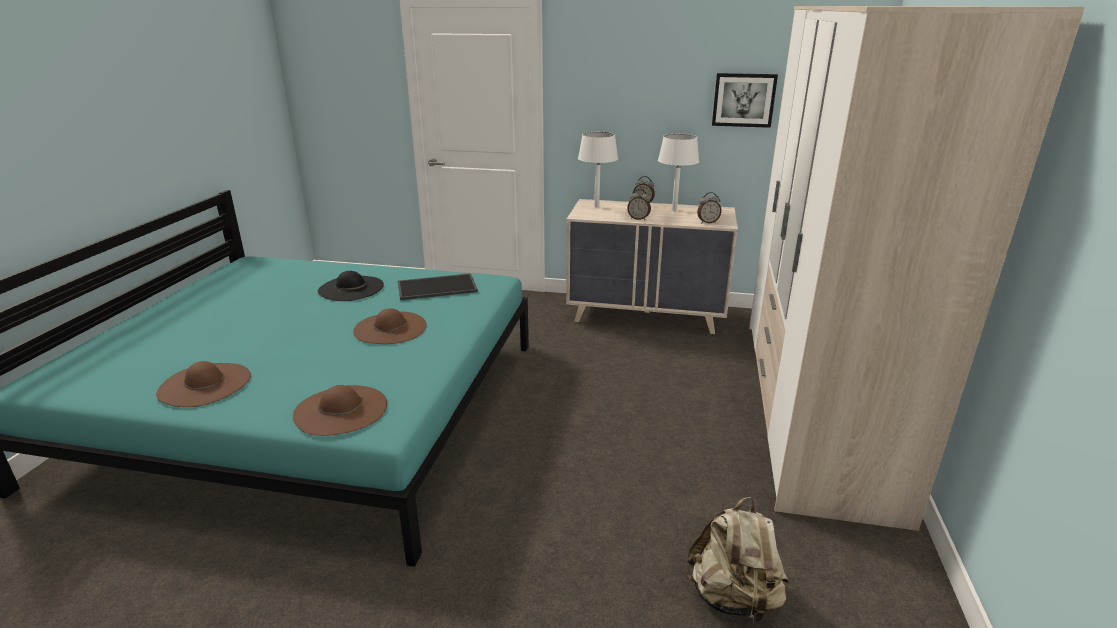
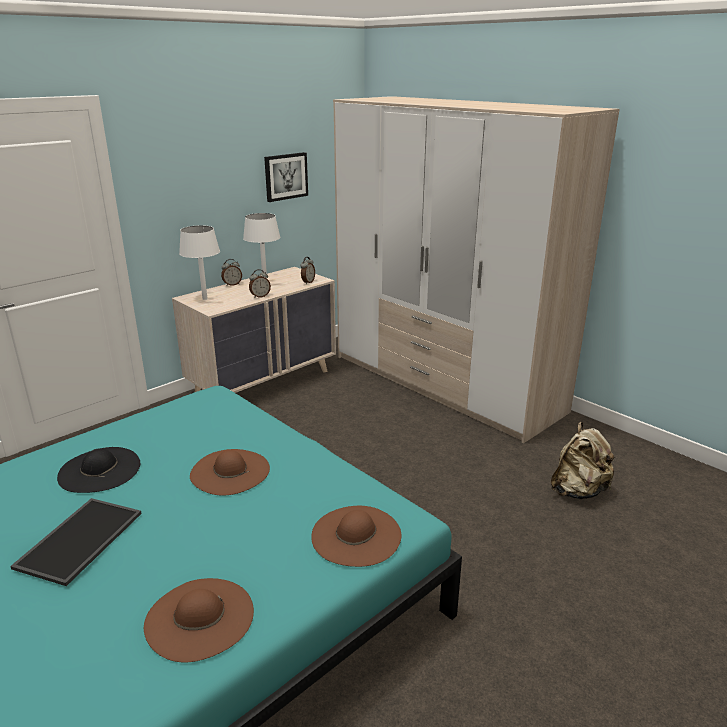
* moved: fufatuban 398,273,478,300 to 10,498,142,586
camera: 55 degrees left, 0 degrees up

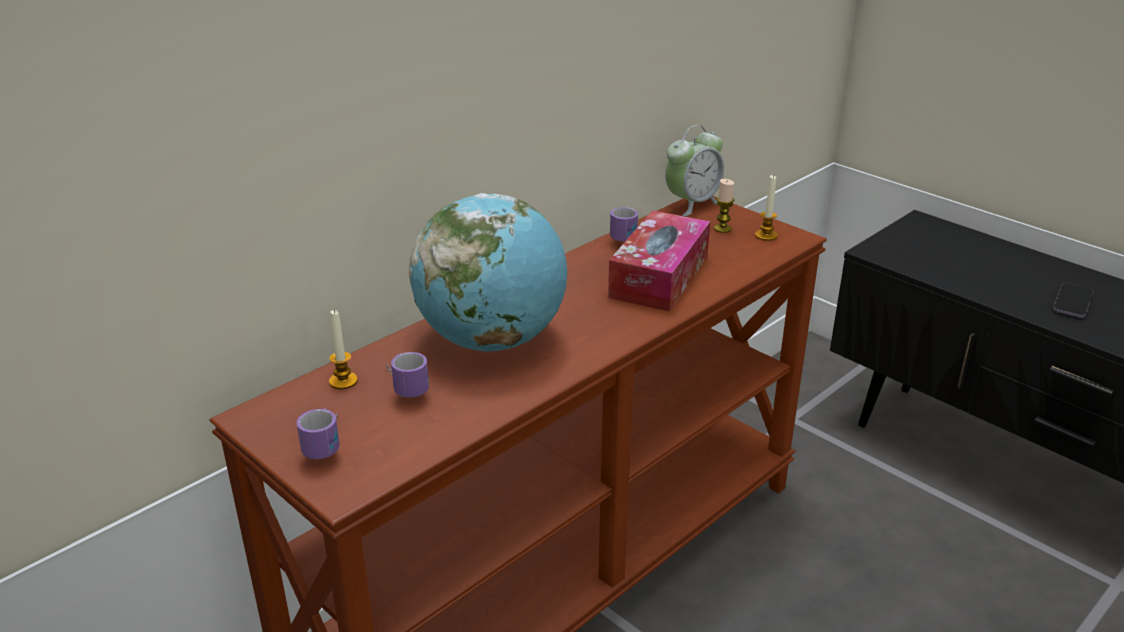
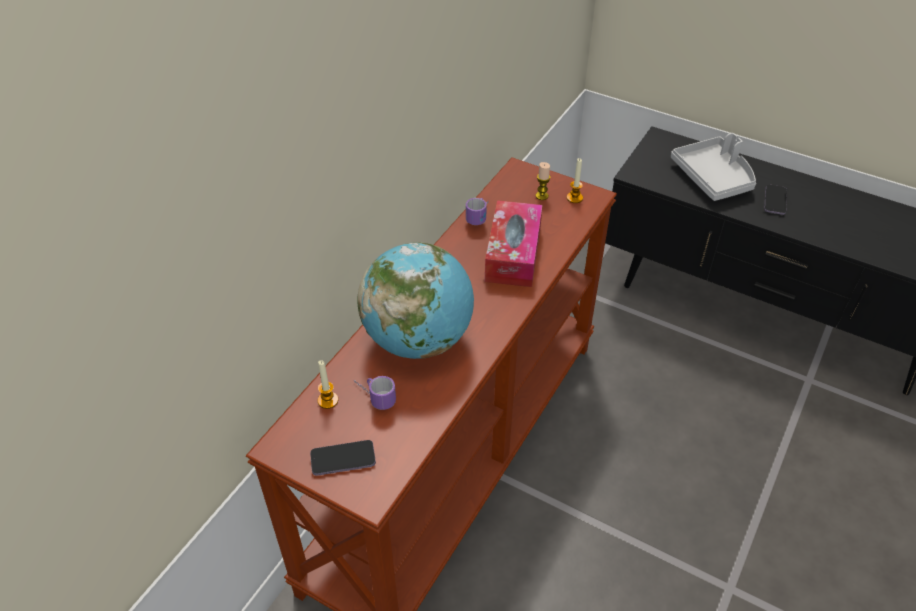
* replaced: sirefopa 296,408,340,459 to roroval 310,440,376,476
* added: fufatuban (grey) 671,133,756,201
* removed: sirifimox 665,125,724,216
camera: 15 degrees left, 15 degrees up

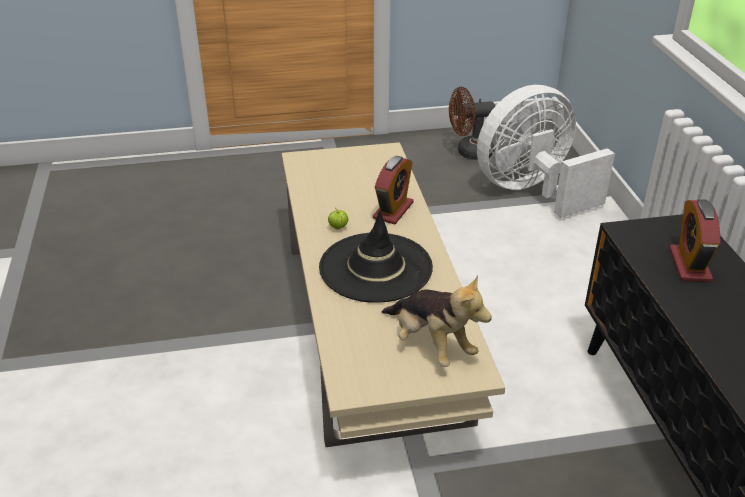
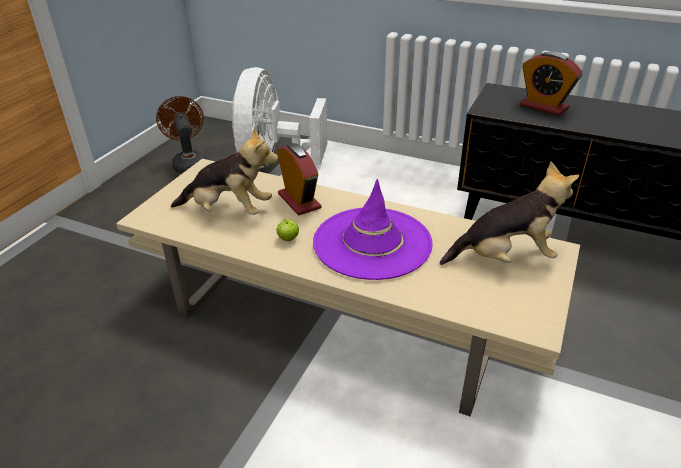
* turned: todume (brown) 449,87,495,160 = 156,96,207,173 135 degrees clockwise
* added: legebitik 171,127,279,215
* recoloured: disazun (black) 319,211,433,303 to disazun (purple) 313,179,433,280
camera: 55 degrees left, 0 degrees up

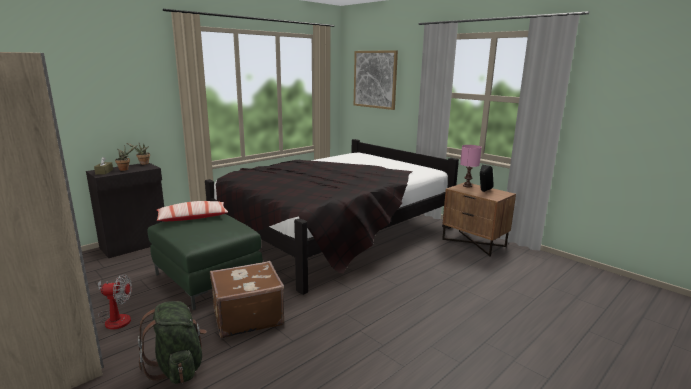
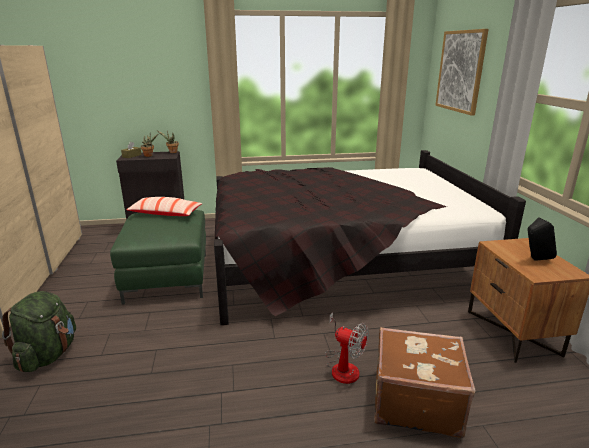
* moved: todume 98,274,132,330 to 325,312,369,384
* moved: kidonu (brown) 210,261,284,339 to 374,327,476,438
* removed: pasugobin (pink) 460,145,482,187
camera: 35 degrees right, 5 degrees up

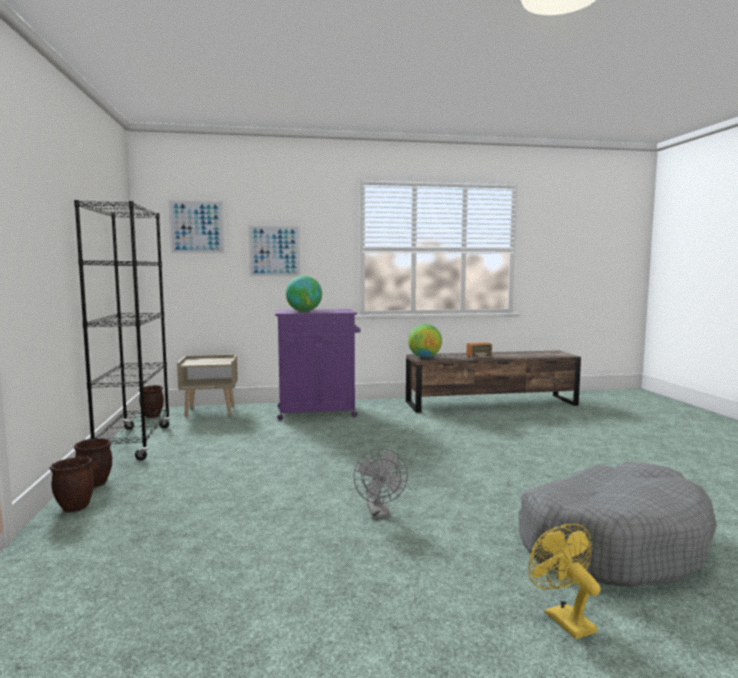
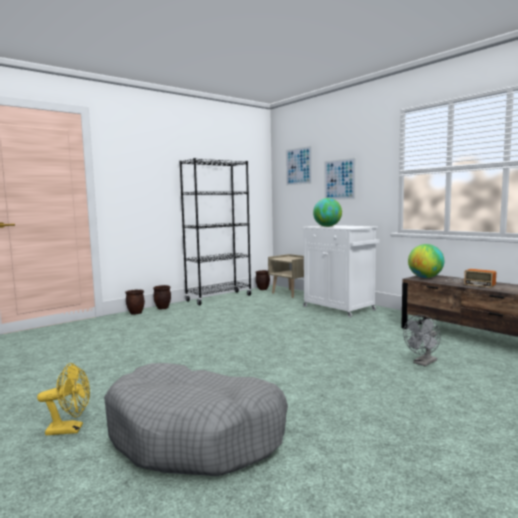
* turned: todume (yellow) 528,523,601,639 = 37,363,90,435 45 degrees clockwise
* recoloured: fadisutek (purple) 275,309,360,420 to fadisutek (white) 302,225,379,318
* moved: todume (grey) 354,448,408,519 to 403,315,441,366
camera: 60 degrees right, 0 degrees up

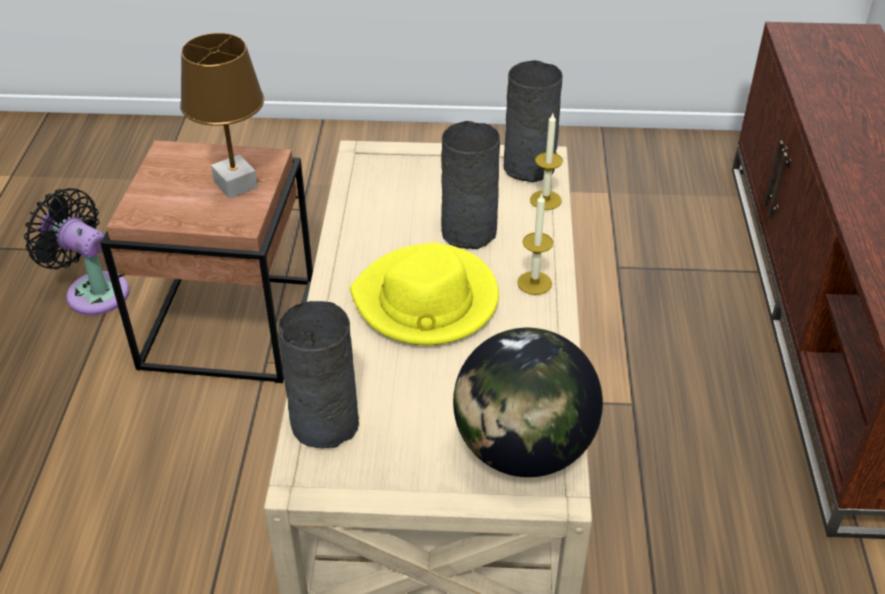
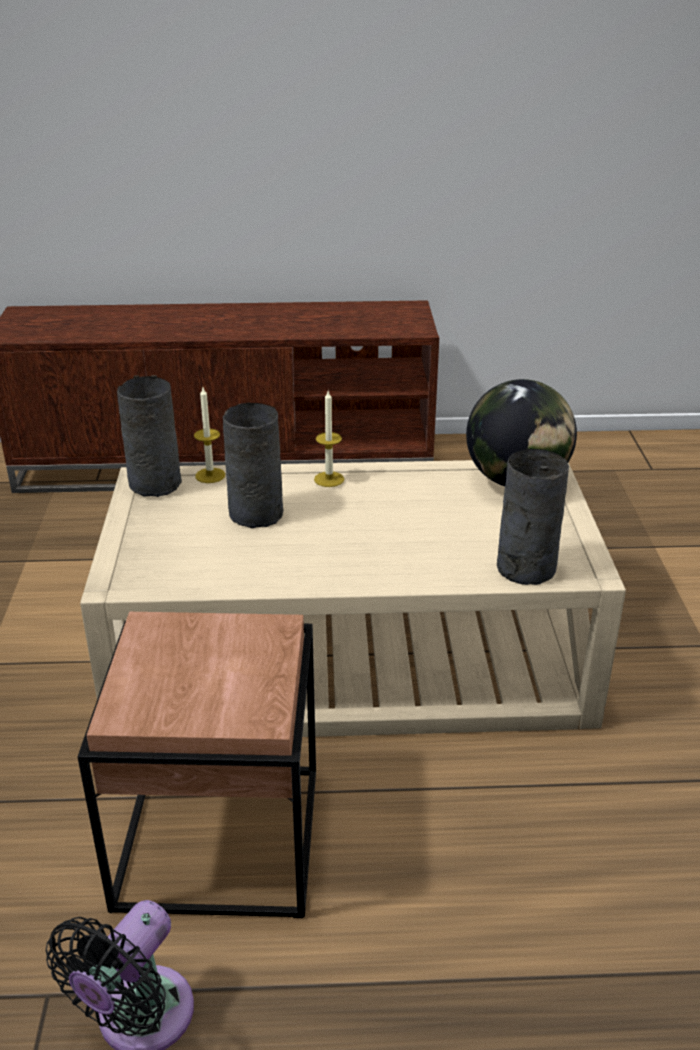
* removed: pasugobin (brown) 180,33,264,199
* removed: disazun (yellow) 350,242,499,346
camera: 95 degrees left, 10 degrees down

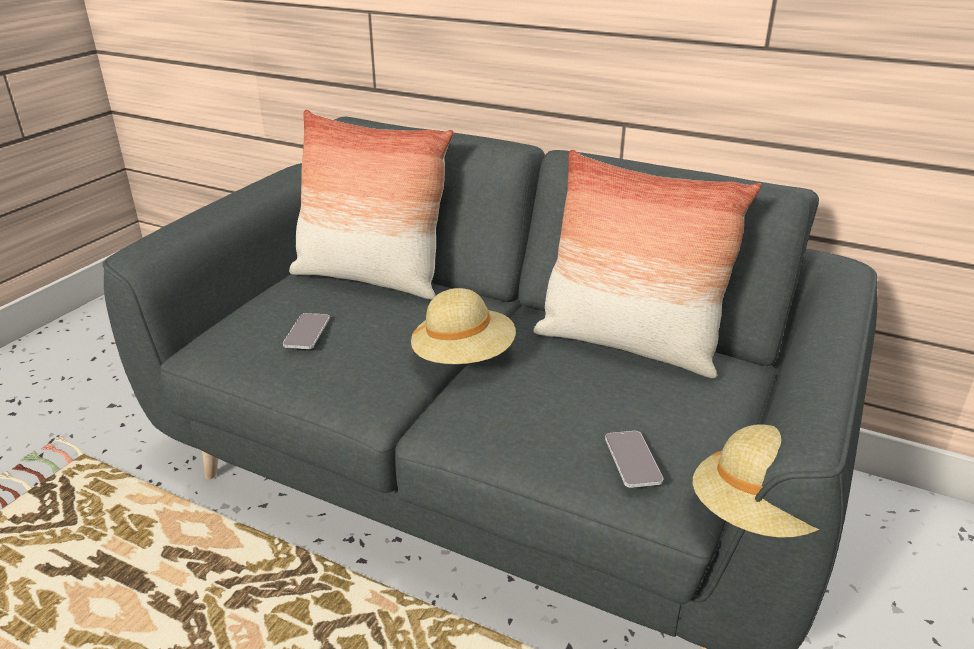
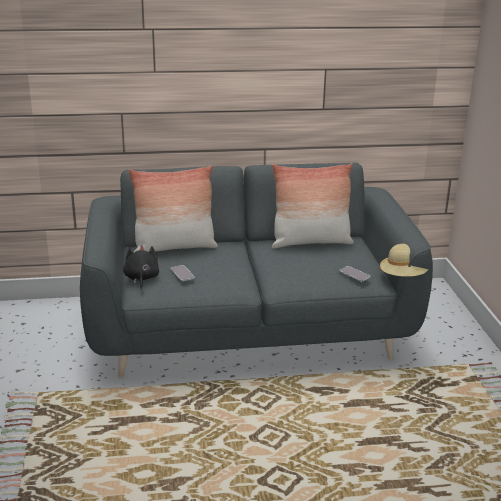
* added: legebitik (black) 123,245,159,290
* removed: disazun (beige) 411,288,516,364
camera: 35 degrees left, 5 degrees down

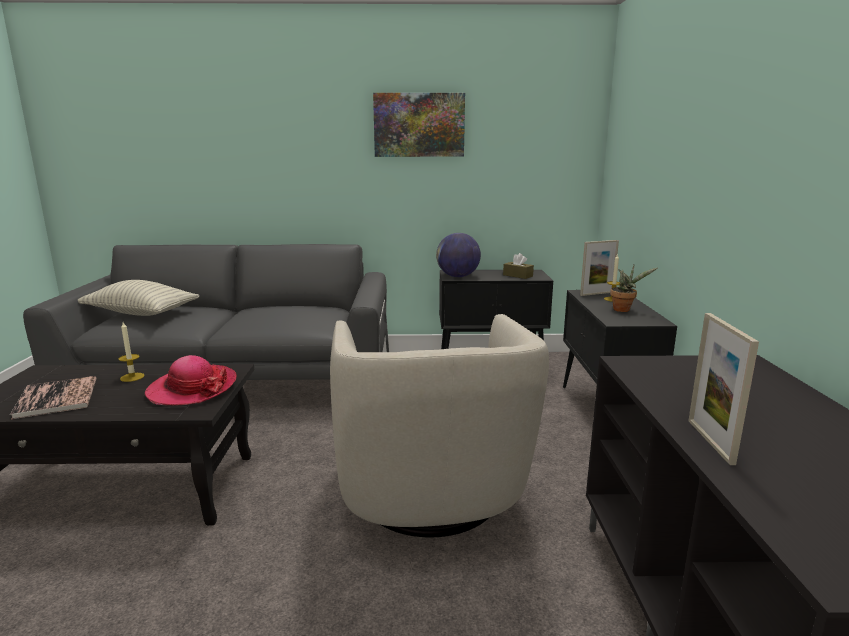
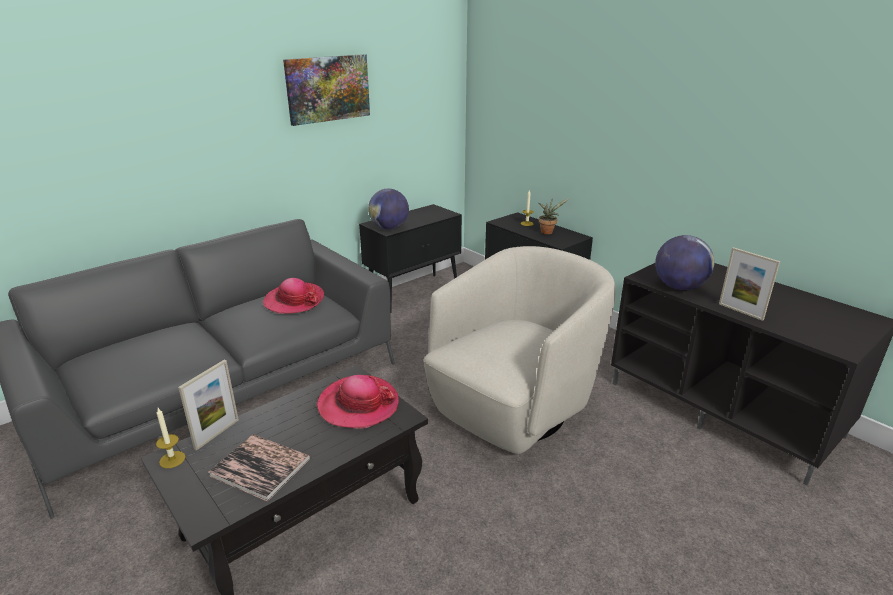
* moved: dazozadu 119,322,145,382 to 156,408,185,468
* moved: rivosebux 580,240,619,296 to 178,360,239,451
* added: disazun 263,278,324,314
* turned: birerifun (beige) 330,314,549,538 = 423,246,616,454 90 degrees counterclockwise
* added: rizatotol 655,235,714,290
* removed: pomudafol 78,280,200,316
* removed: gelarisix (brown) 503,253,534,279
camera: 40 degrees left, 10 degrees up

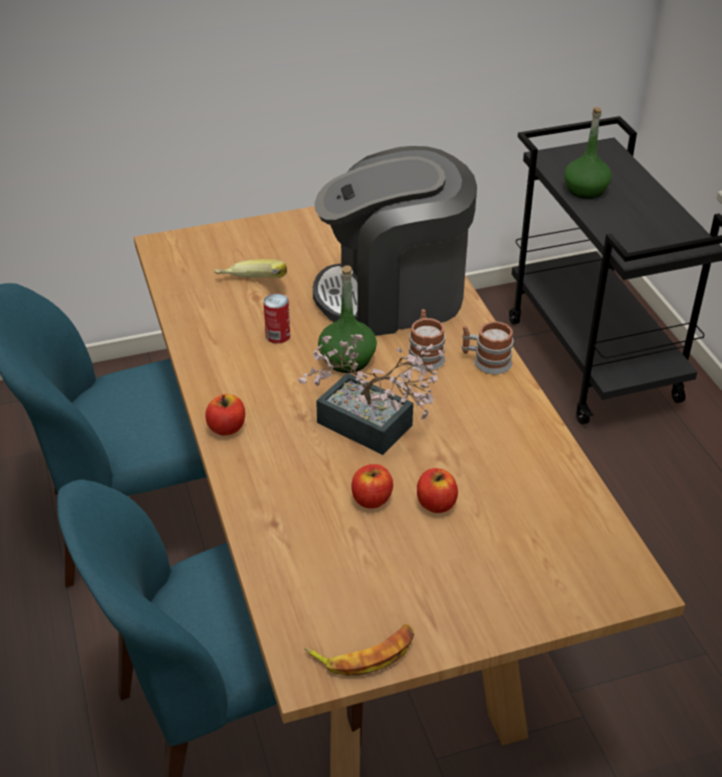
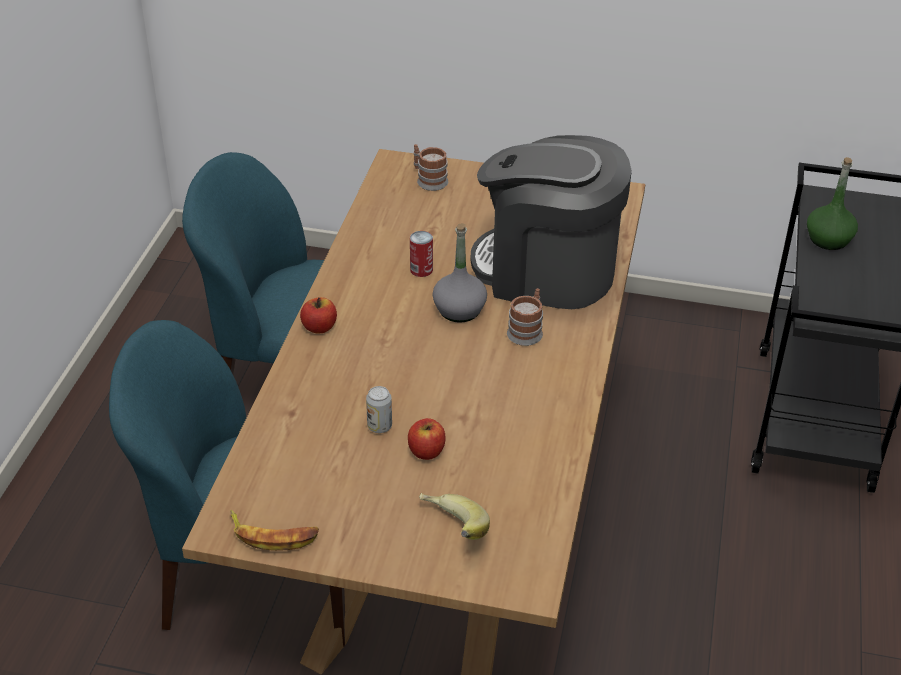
* replaced: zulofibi 352,464,393,509 to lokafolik 366,386,392,433
* moved: sirefopa 462,321,514,374 to 414,144,448,191
* moved: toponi 214,259,287,278 to 419,493,490,540
* recoloured: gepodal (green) 318,265,377,373 to gepodal (grey) 433,223,487,323
* removed: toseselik 298,334,444,455
camera: 30 degrees right, 0 degrees up

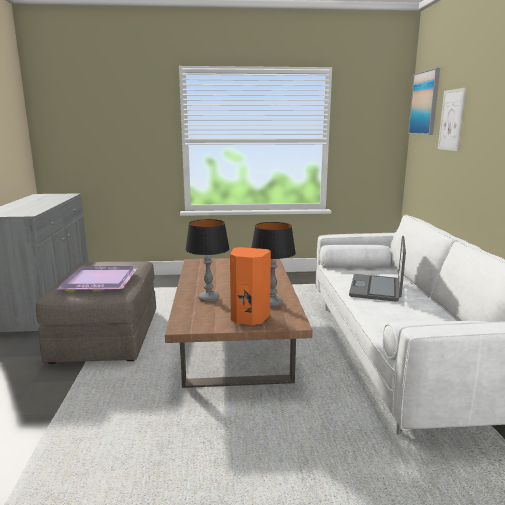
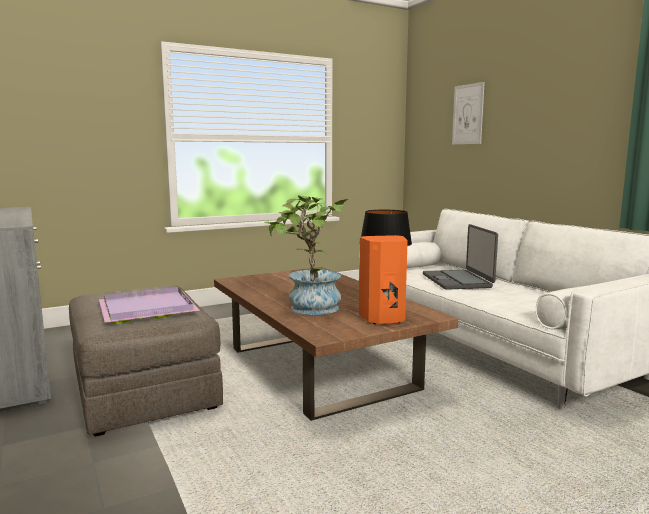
* replaced: pasugobin 185,219,230,302 to toseselik 264,195,349,315
* removed: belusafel 408,68,440,135
camera: 25 degrees left, 5 degrees down

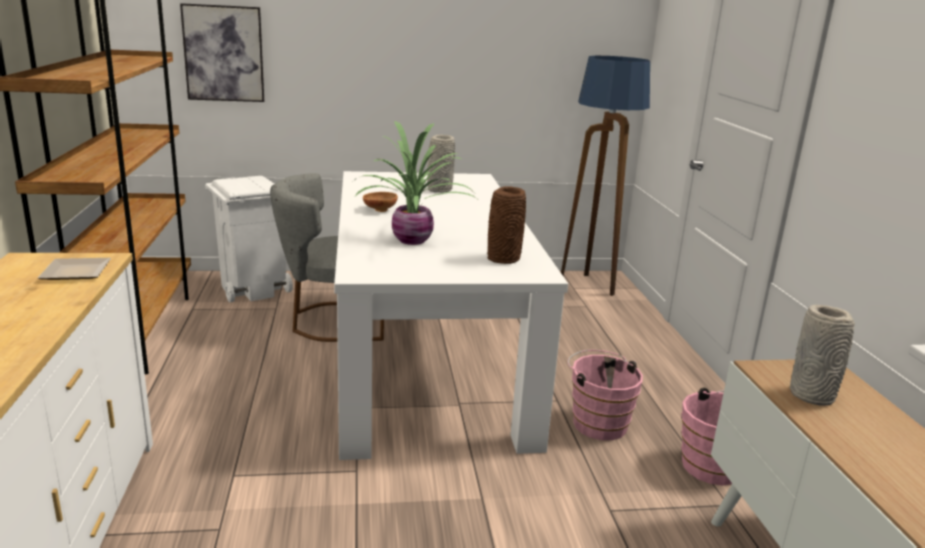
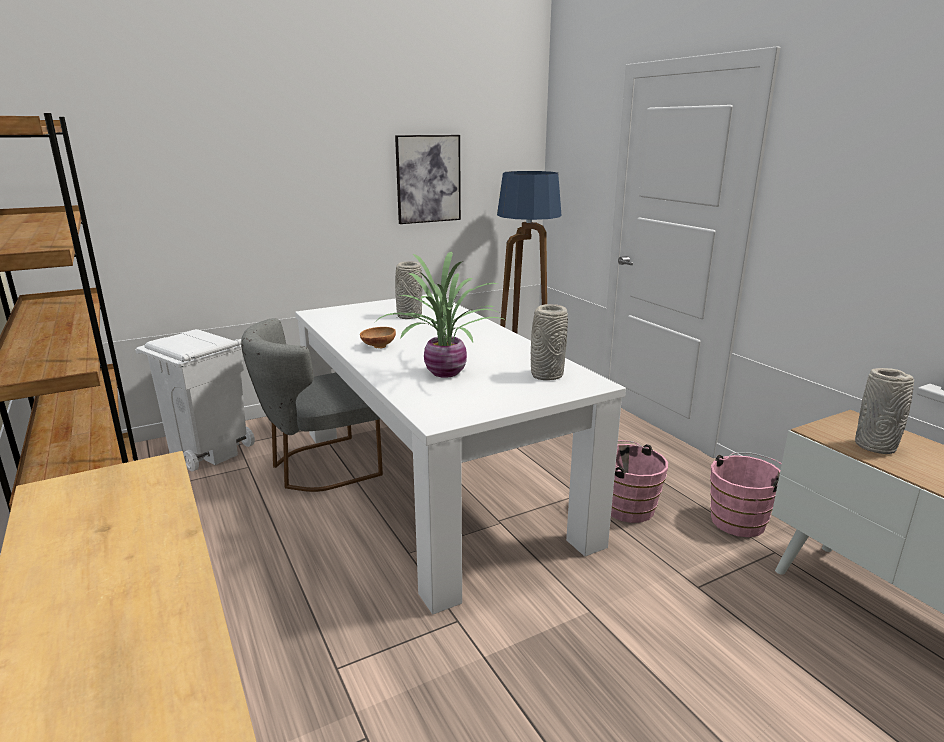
* moved: belusafel 180,3,264,102 to 395,135,461,224
* recoloured: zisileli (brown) 487,187,526,264 to zisileli (grey) 531,304,568,380
* removed: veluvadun 38,258,111,280
camera: 20 degrees left, 0 degrees up

